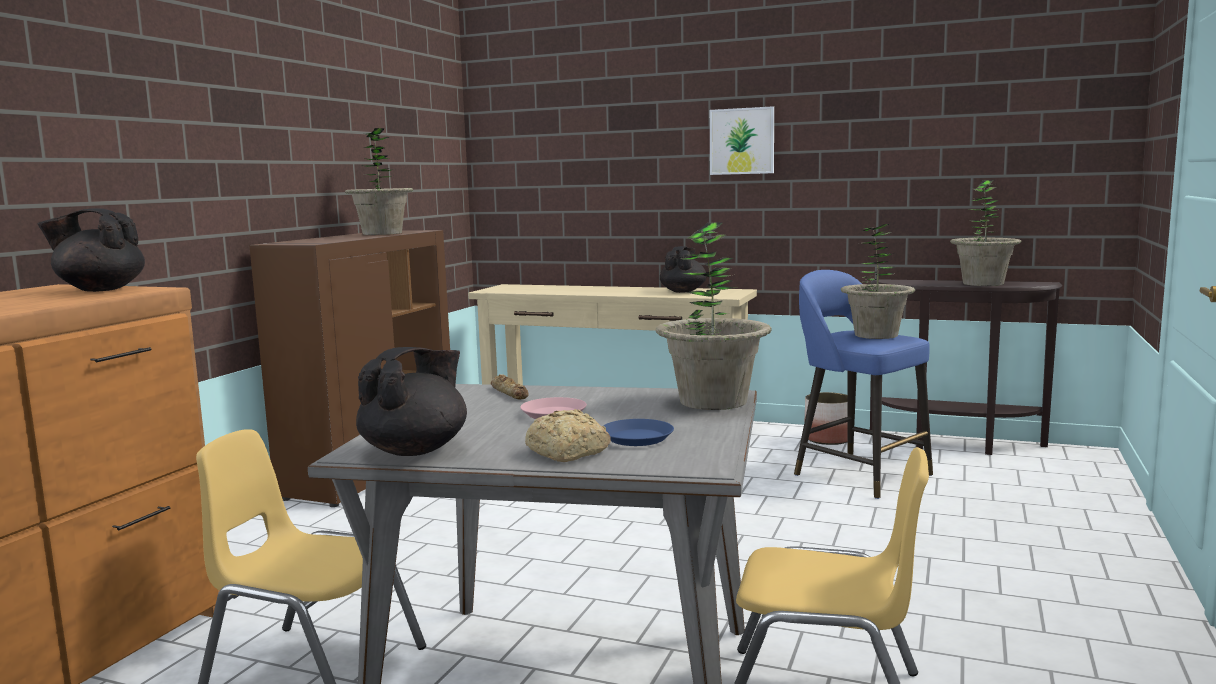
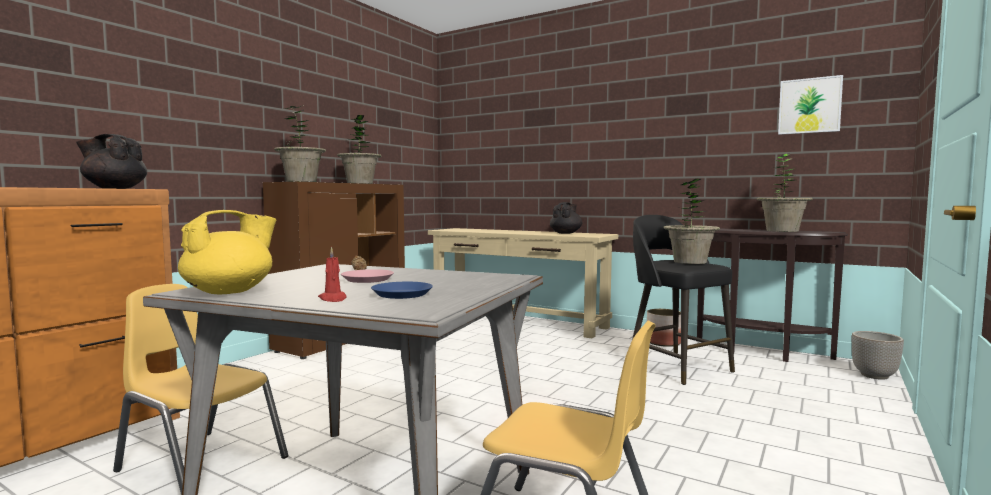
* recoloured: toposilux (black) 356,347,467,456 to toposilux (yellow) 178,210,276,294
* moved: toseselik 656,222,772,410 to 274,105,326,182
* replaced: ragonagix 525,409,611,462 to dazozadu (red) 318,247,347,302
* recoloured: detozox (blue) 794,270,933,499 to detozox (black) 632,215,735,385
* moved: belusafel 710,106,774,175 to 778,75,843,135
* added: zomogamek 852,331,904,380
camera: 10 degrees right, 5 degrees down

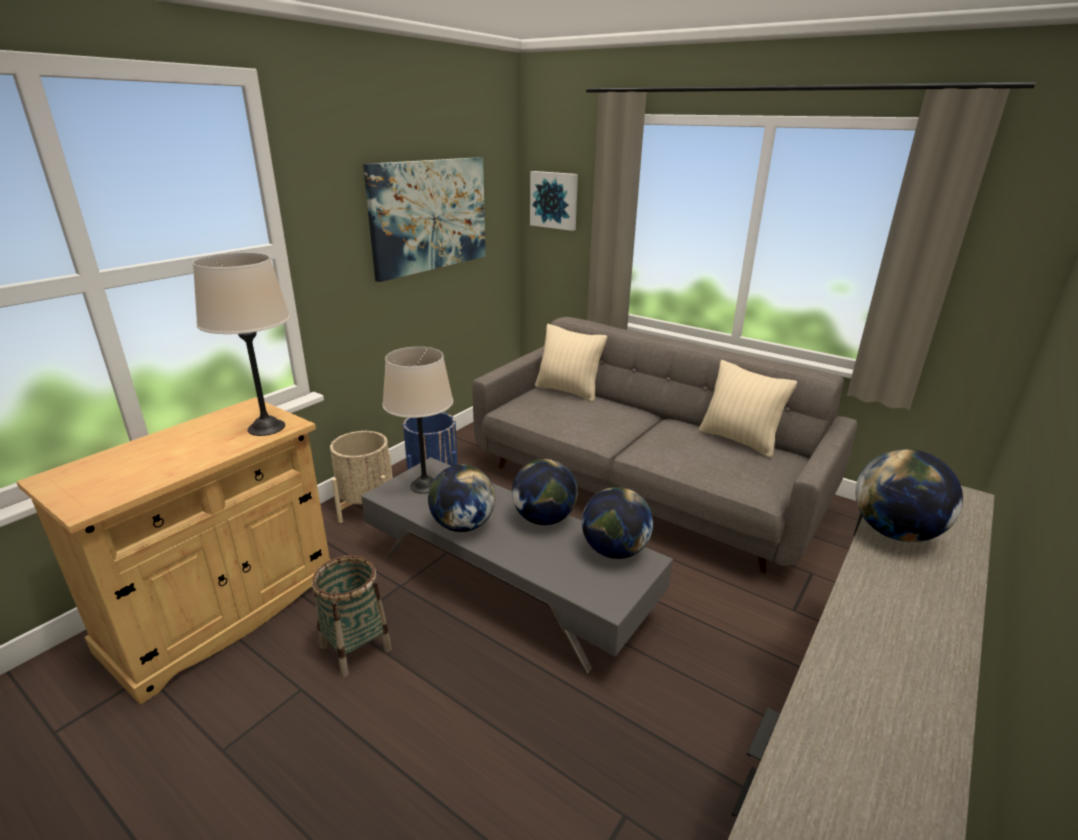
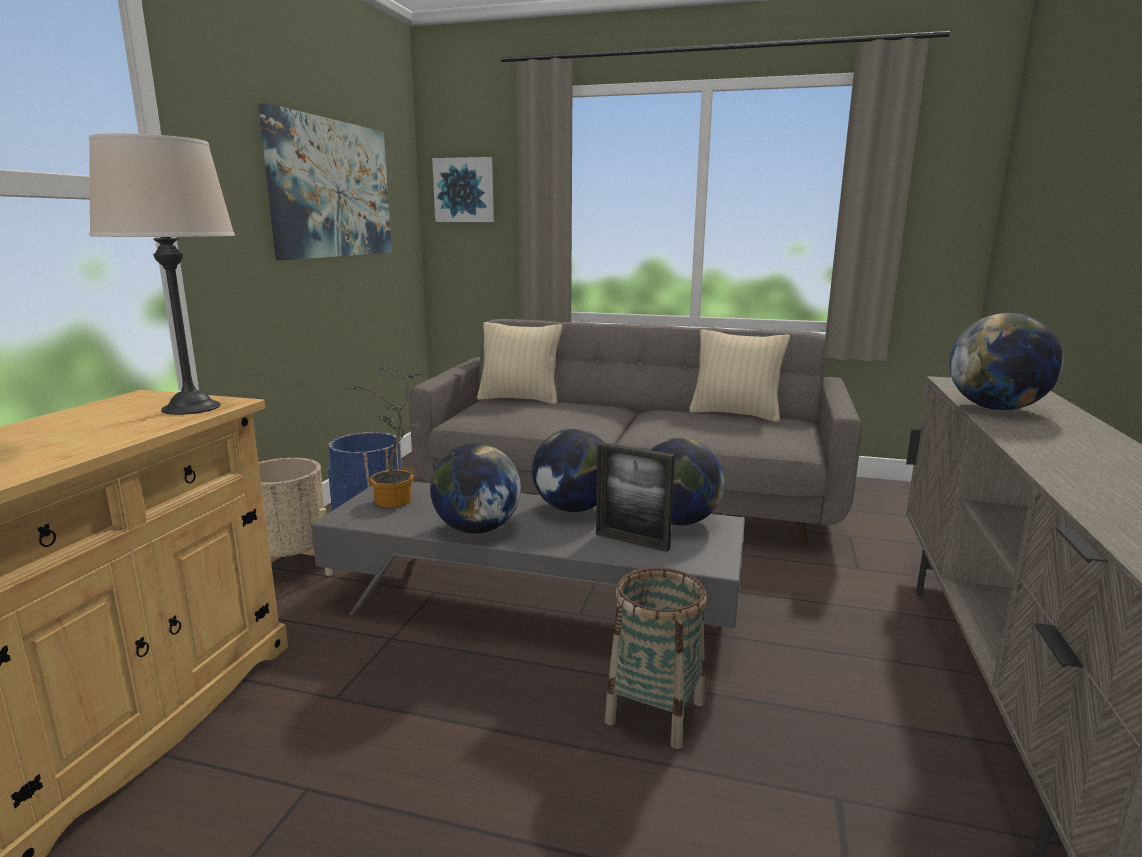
* replaced: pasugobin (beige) 382,347,453,494 to toseselik 345,367,423,508
* added: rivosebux 596,442,675,552
* moved: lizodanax 312,555,392,677 to 605,567,707,749
camera: 20 degrees left, 10 degrees down

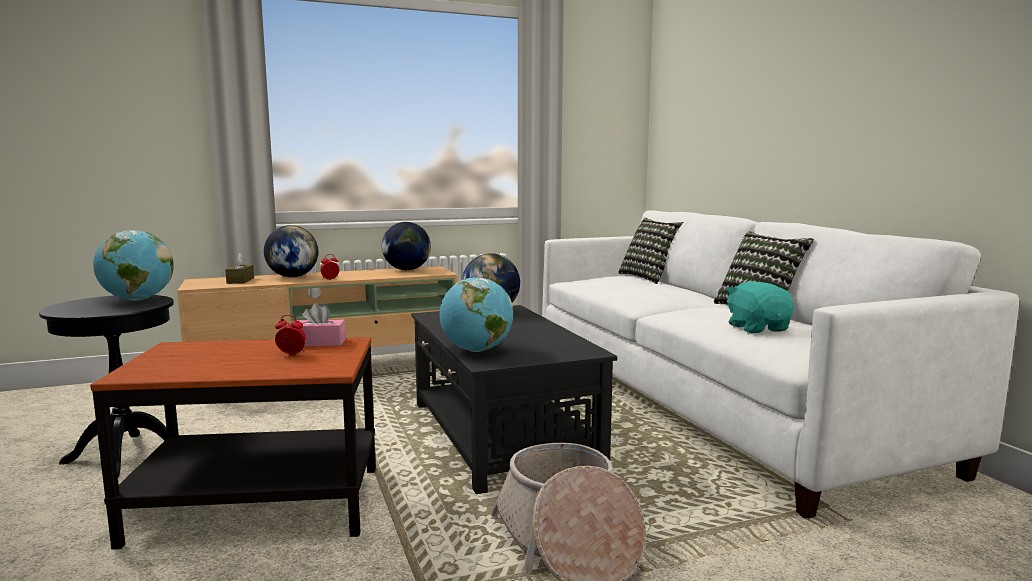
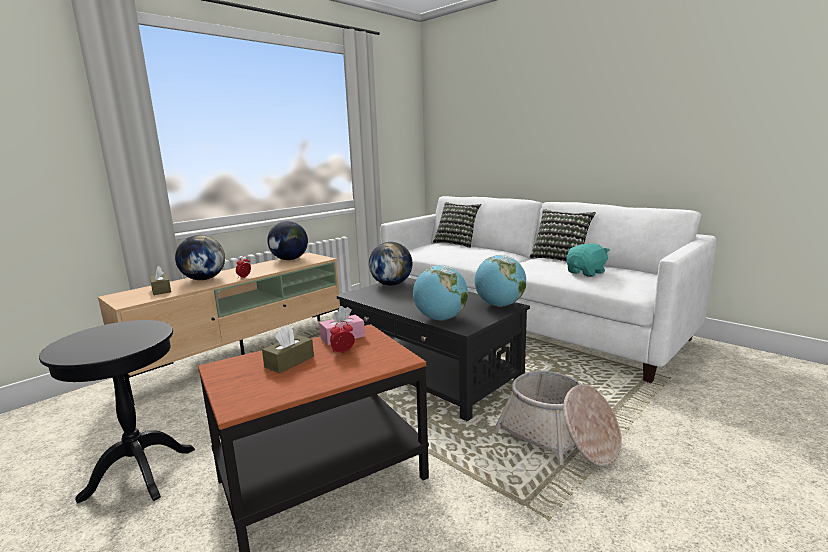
* added: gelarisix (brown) 262,326,314,373
* moved: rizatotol 93,230,174,301 to 475,255,526,307
* turned: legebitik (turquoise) 726,281,794,333 = 566,243,610,277 90 degrees clockwise
camera: 25 degrees left, 5 degrees up

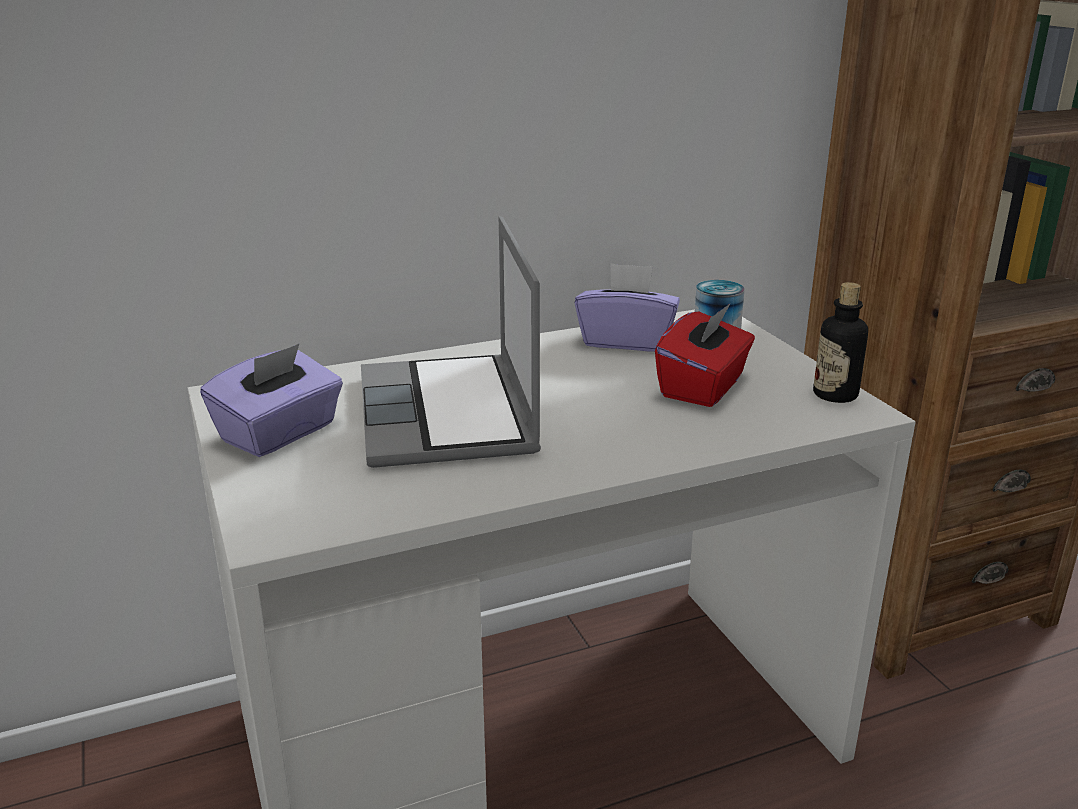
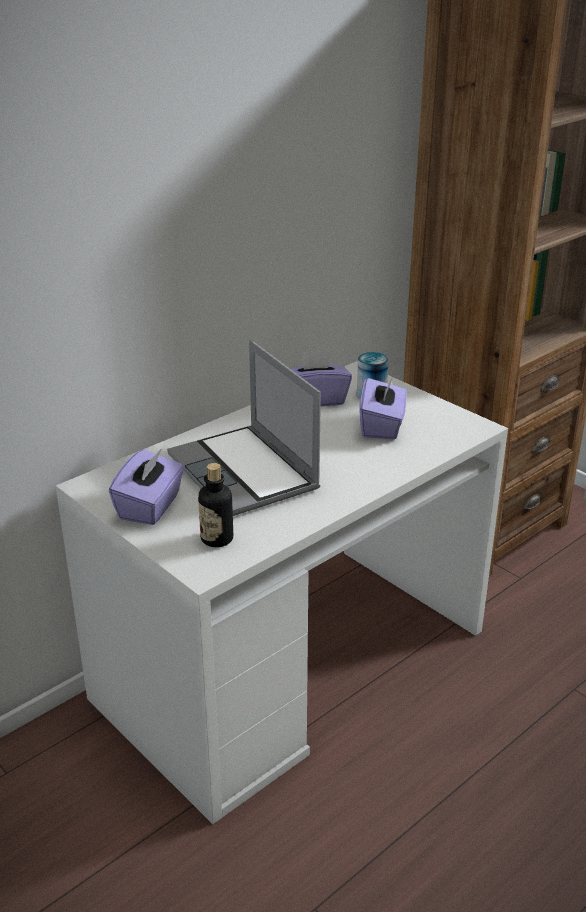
* moved: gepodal 813,282,868,403 to 198,463,233,547
* recoloured: gelarisix (red) 655,303,755,407 to gelarisix (purple) 360,374,407,440
camera: 20 degrees left, 5 degrees up

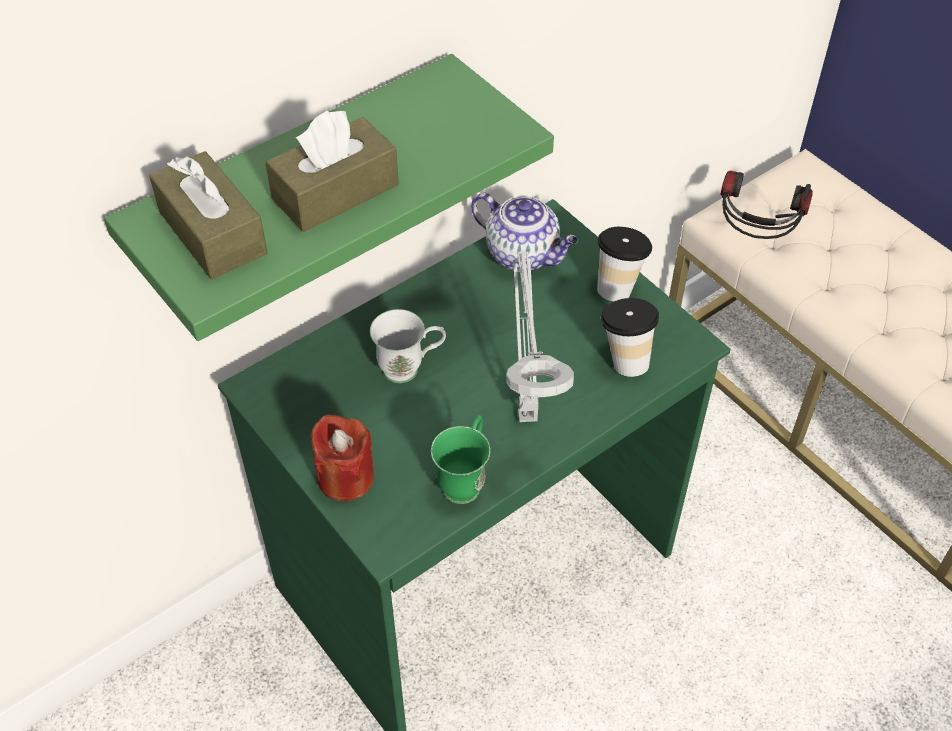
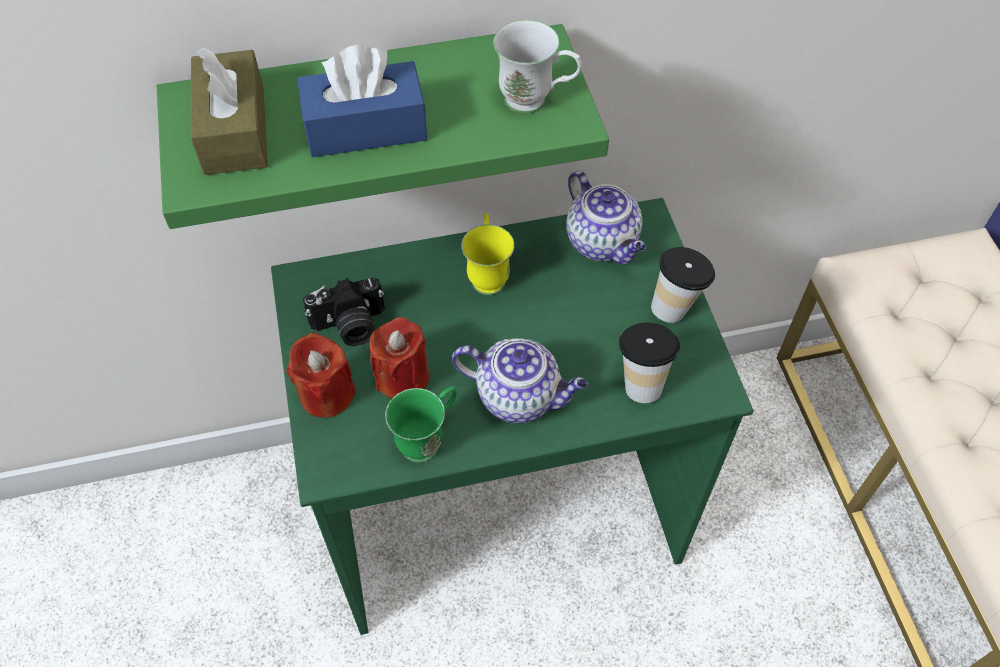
* recoloured: gelarisix (brown) 265,111,399,232 to gelarisix (blue) 297,45,427,157
* added: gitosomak 303,278,385,346
* added: dazozadu (red) 369,317,429,398
* replaced: pasugobin (grey) 506,250,574,422 to toposilux 452,338,588,423
* added: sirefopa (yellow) 461,213,515,295
* moved: sirefopa (white) 370,309,446,383 to 494,20,582,114
* removed: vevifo 720,171,813,239
camera: 25 degrees right, 5 degrees up

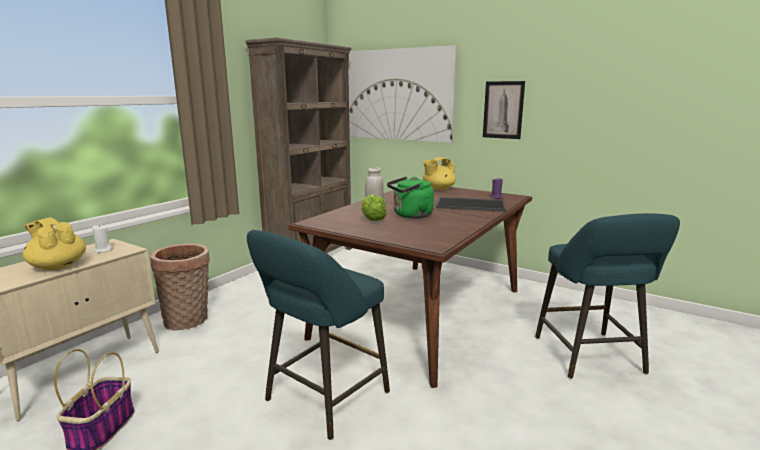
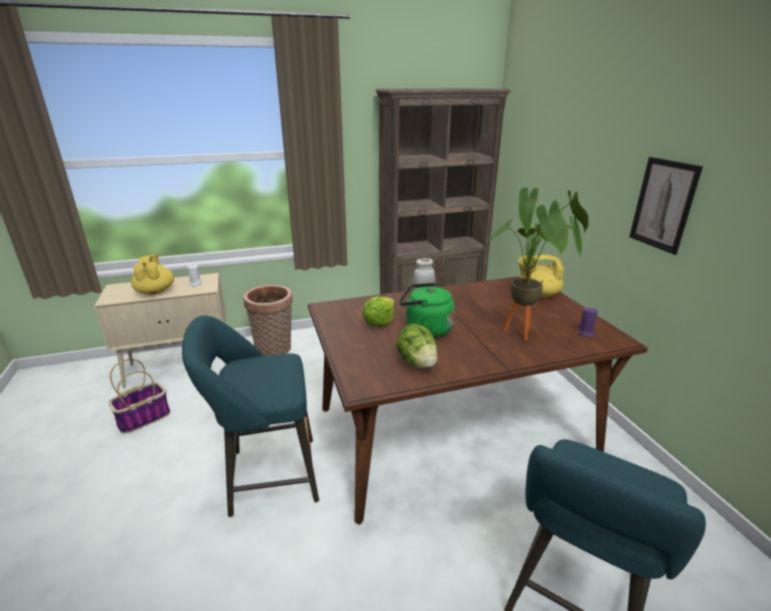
* added: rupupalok 396,324,438,368
* replaced: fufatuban 436,197,506,212 to toseselik 486,187,589,341
* removed: belusafel 348,45,457,143
camera: 40 degrees right, 10 degrees up

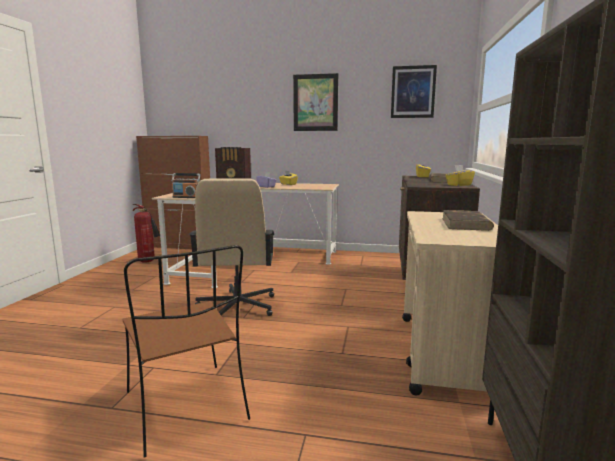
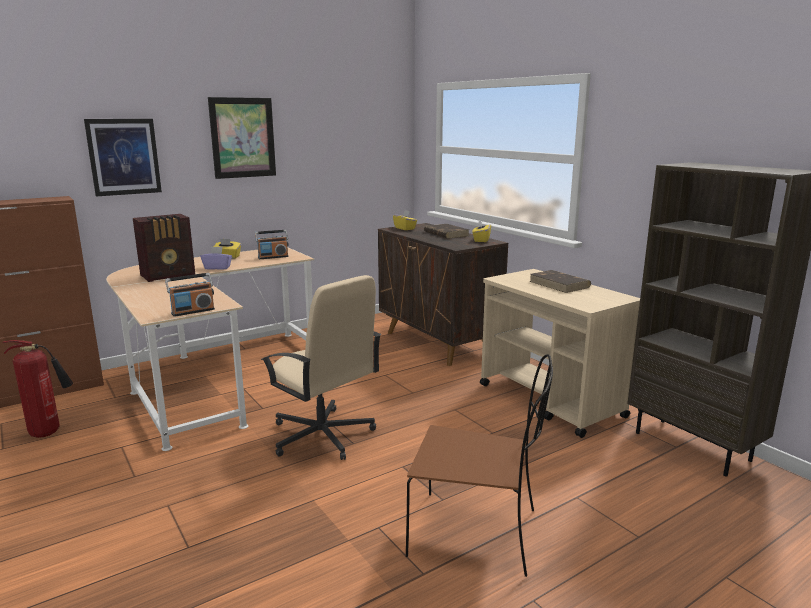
* moved: belusafel 391,65,437,118 to 84,119,162,196
* added: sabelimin 255,230,288,259
camera: 45 degrees left, 5 degrees up

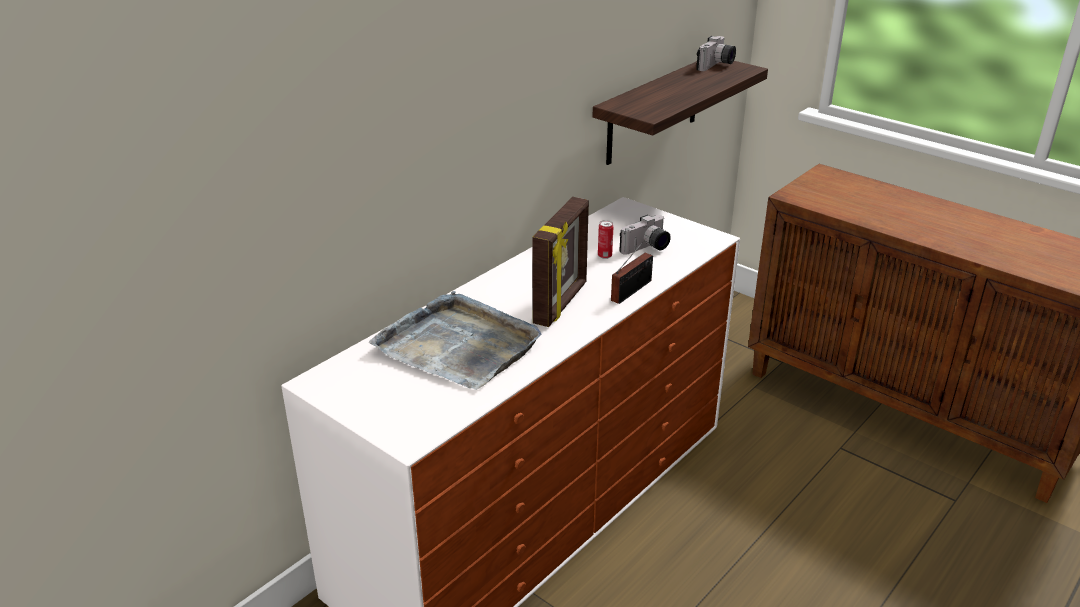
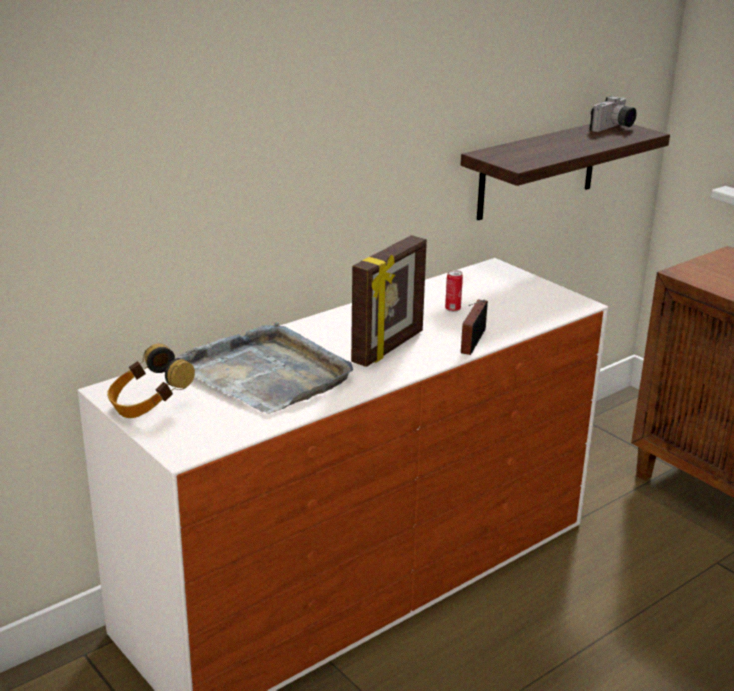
* added: vevifo 107,343,195,418
* turned: sabelimin 611,230,653,304 = 461,299,488,355 150 degrees clockwise
* removed: gitosomak 619,215,671,255
camera: 10 degrees right, 5 degrees down

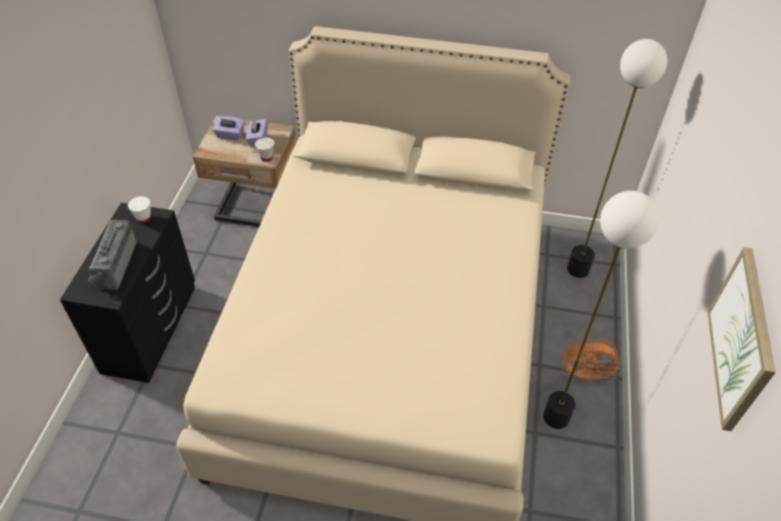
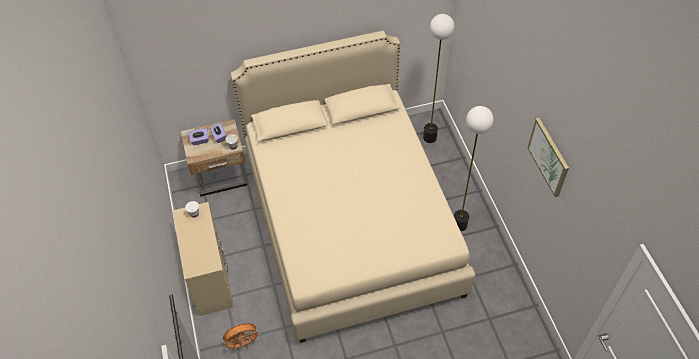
* recoloured: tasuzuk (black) 60,203,195,383 to tasuzuk (beige) 173,202,233,316
* moved: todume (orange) 561,341,624,384 to 223,323,261,351
* removed: sabelimin 88,220,137,290
camera: 25 degrees left, 5 degrees up

